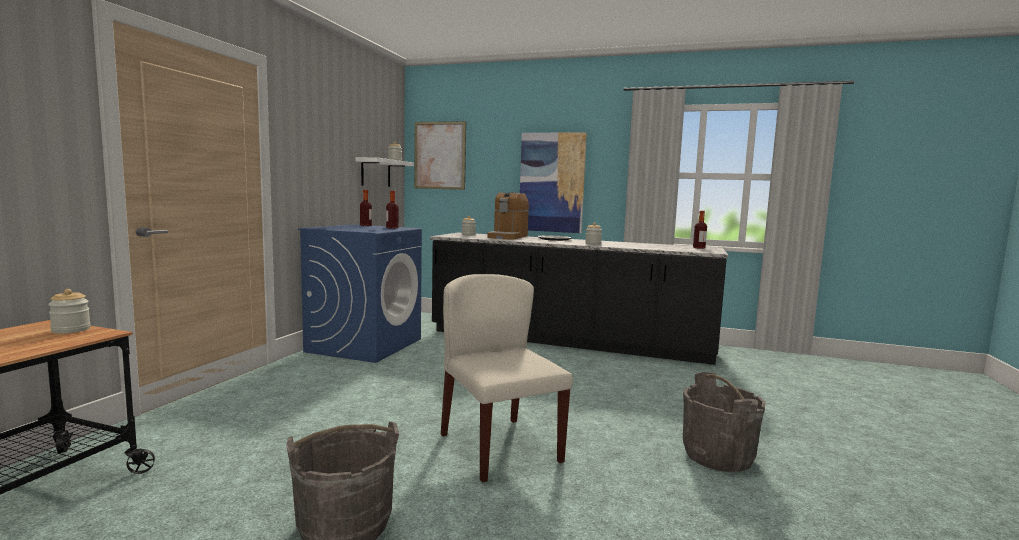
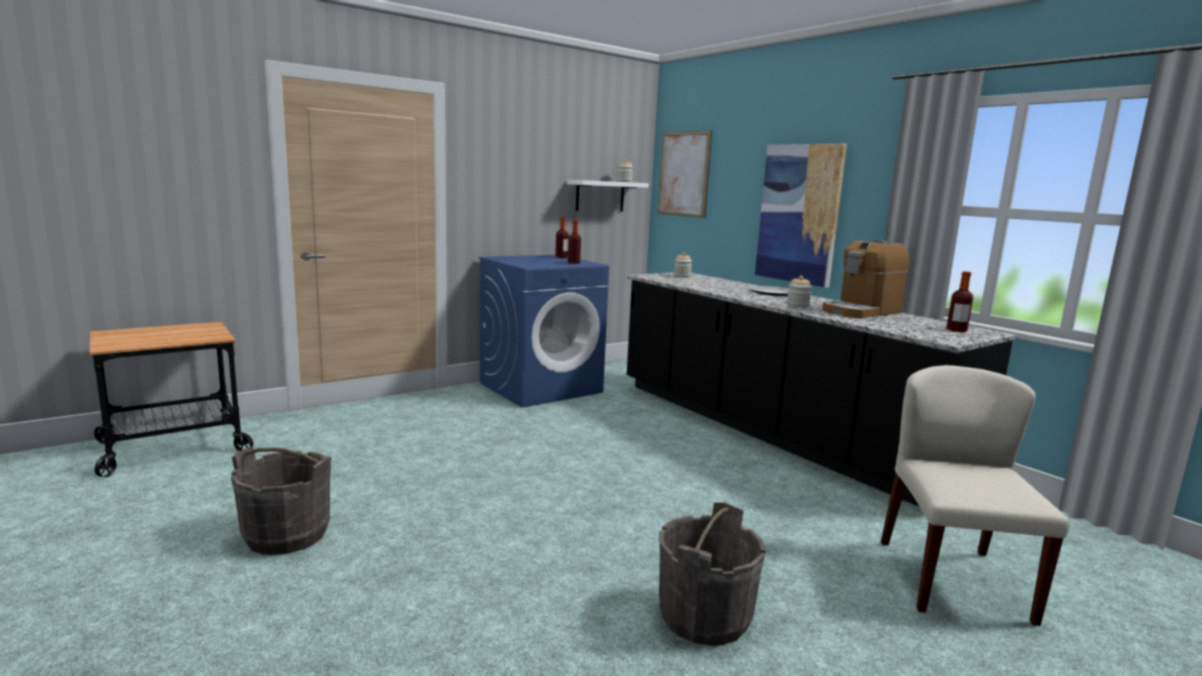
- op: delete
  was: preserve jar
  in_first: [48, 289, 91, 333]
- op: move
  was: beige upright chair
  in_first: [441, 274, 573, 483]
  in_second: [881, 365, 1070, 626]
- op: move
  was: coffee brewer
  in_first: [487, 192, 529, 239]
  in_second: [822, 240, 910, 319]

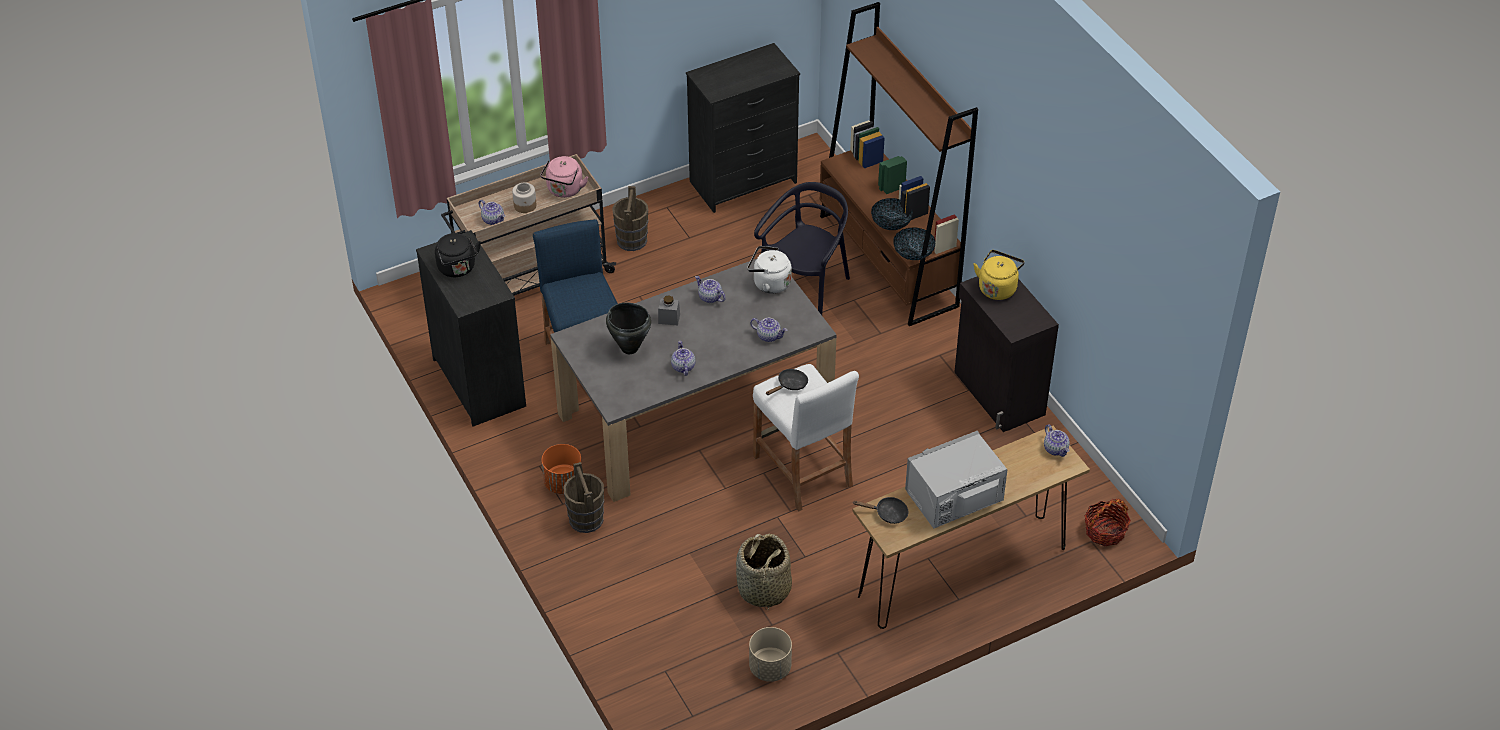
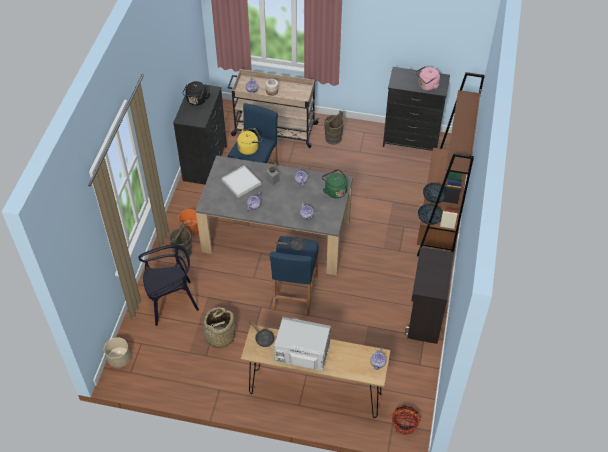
- op: move
  was: pink kettle
  in_first: [540, 156, 588, 198]
  in_second: [416, 66, 440, 91]
- op: move
  was: beige flower pot
  in_first: [749, 627, 792, 682]
  in_second: [104, 337, 131, 368]
- op: move
  was: blackish upright chair
  in_first: [754, 182, 850, 315]
  in_second: [138, 244, 199, 326]
- op: move
  was: yellow kettle
  in_first: [973, 250, 1025, 300]
  in_second: [237, 128, 261, 155]
- op: replace
  was: blackish stockpot
  now: white-coloured tray
  in_first: [606, 302, 651, 354]
  in_second: [222, 165, 261, 198]
- op: recolor
  was: white-coloured kettle
  now: greenish kettle
  in_first: [747, 246, 792, 294]
  in_second: [322, 169, 347, 198]
- op: recolor
  was: white-coloured stool seat
  now: bluish stool seat
  in_first: [753, 364, 859, 512]
  in_second: [270, 236, 319, 316]

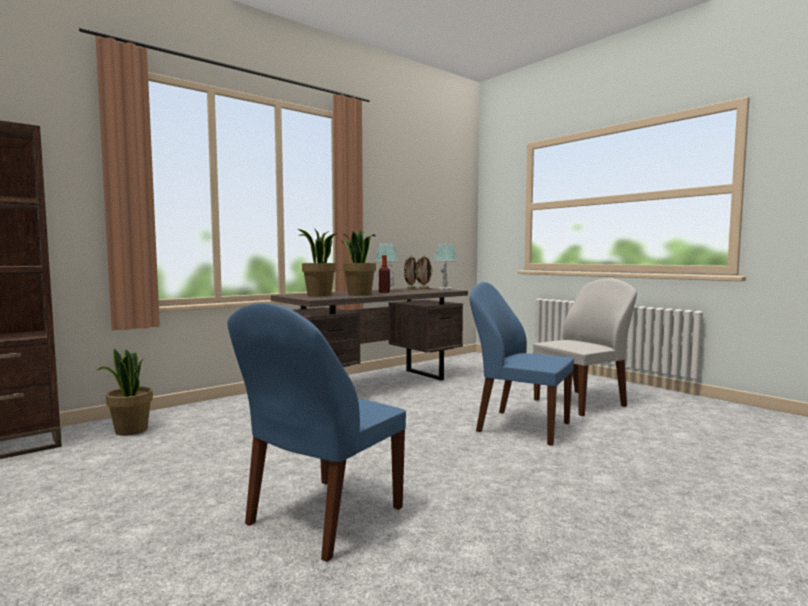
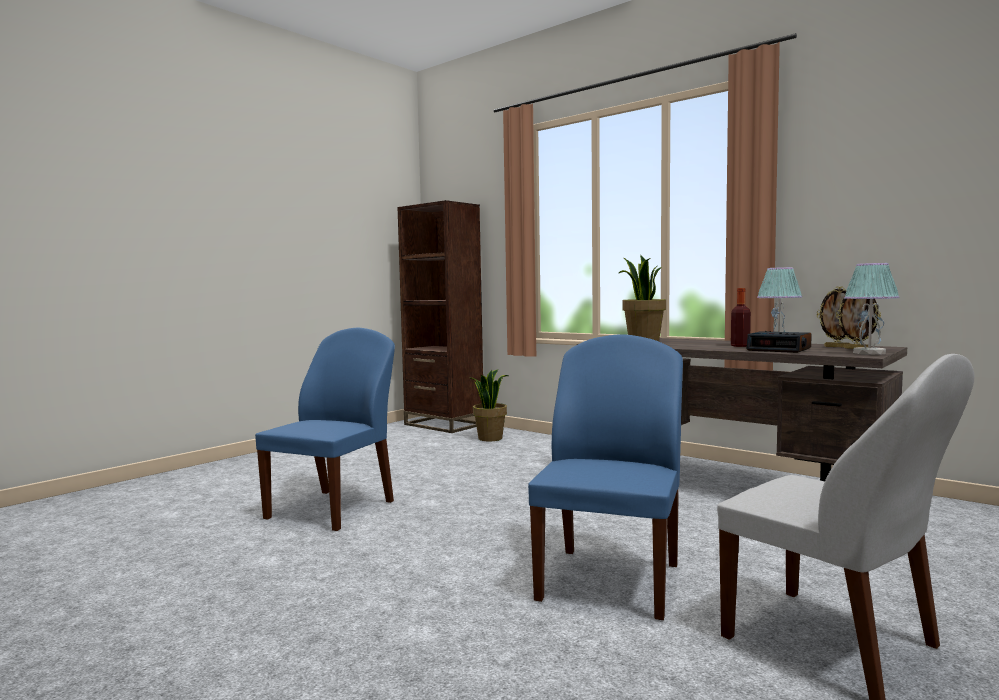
- op: delete
  was: plant in a pot
  in_first: [342, 229, 376, 296]
- op: insert
  now: bedside clock
  in_second: [746, 331, 812, 353]
- op: rotate
  was: bluish upright chair
  in_first: [227, 303, 406, 562]
  in_second: [255, 328, 395, 531]
  clockwise: 90

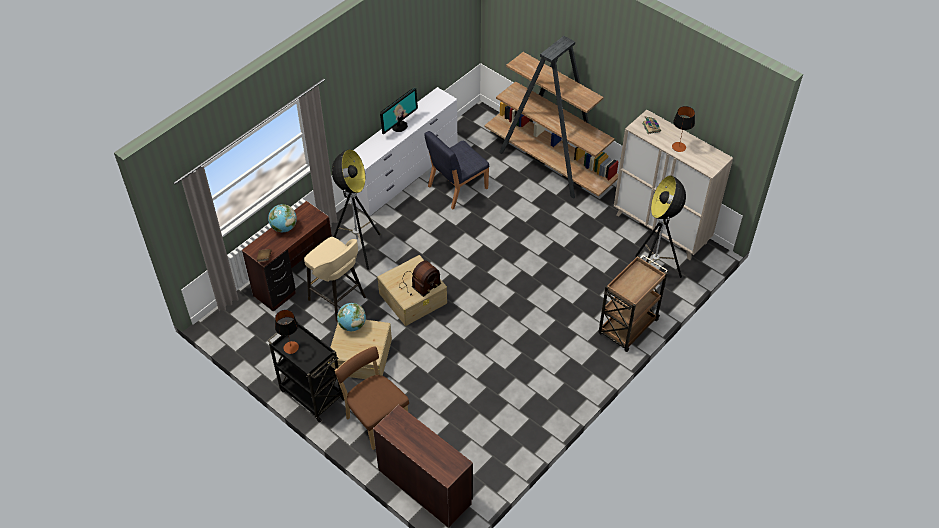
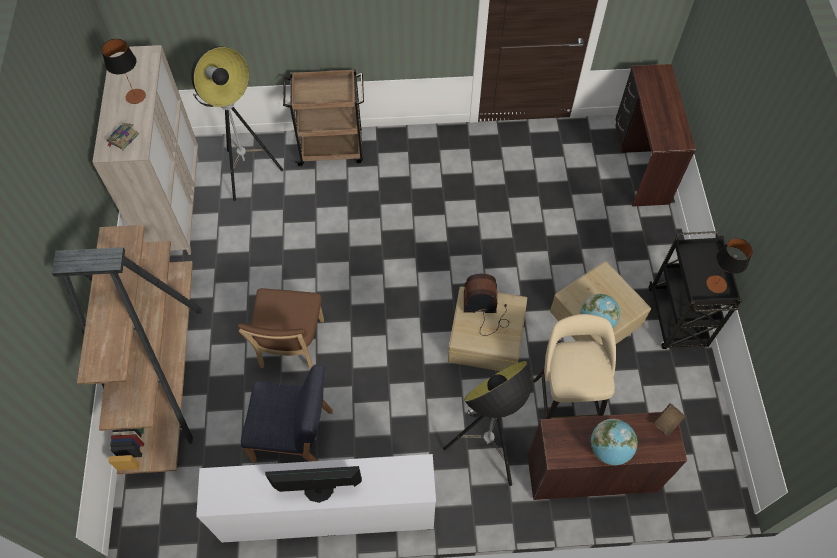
- op: move
  was: brown-coloured upright chair
  in_first: [335, 346, 409, 450]
  in_second: [238, 288, 324, 370]

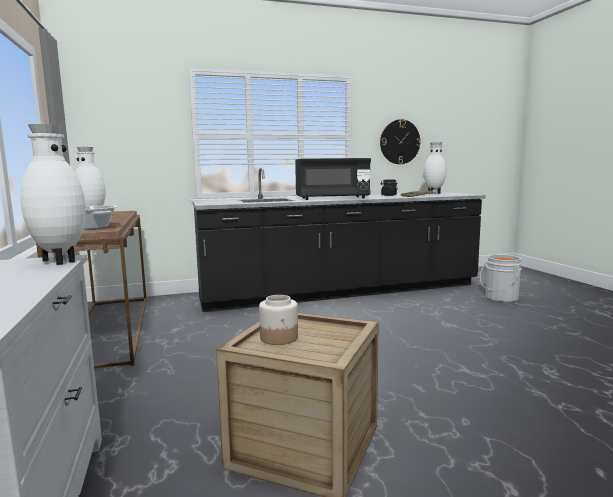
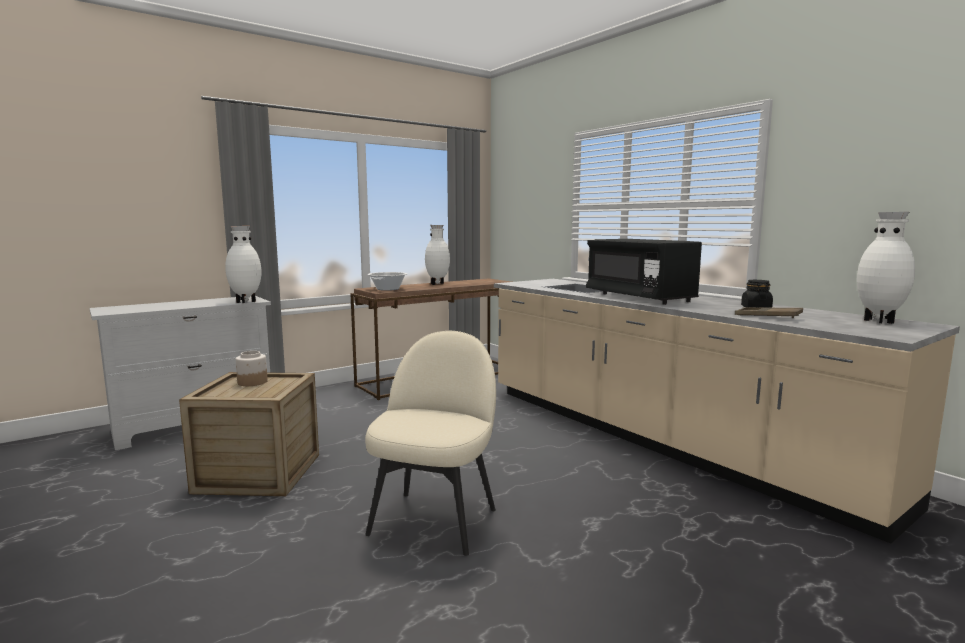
- op: delete
  was: hanging clock
  in_first: [380, 119, 421, 164]
- op: delete
  was: gray water bucket
  in_first: [480, 254, 522, 302]
- op: insert
  now: beige upright chair
  in_second: [365, 331, 496, 556]
- op: recolor
  was: blackish kitchen base unit
  now: beige kitchen base unit
  in_first: [192, 167, 486, 312]
  in_second: [494, 258, 960, 543]

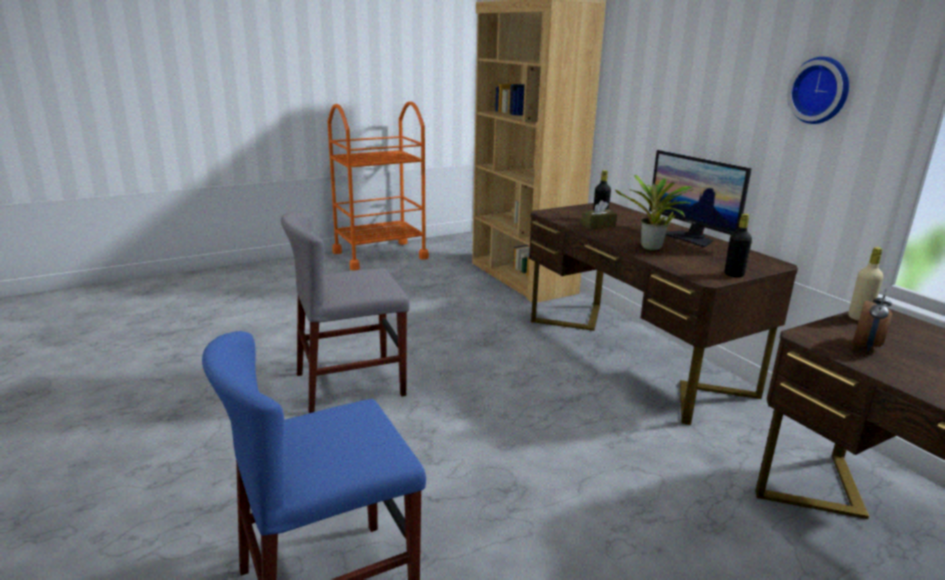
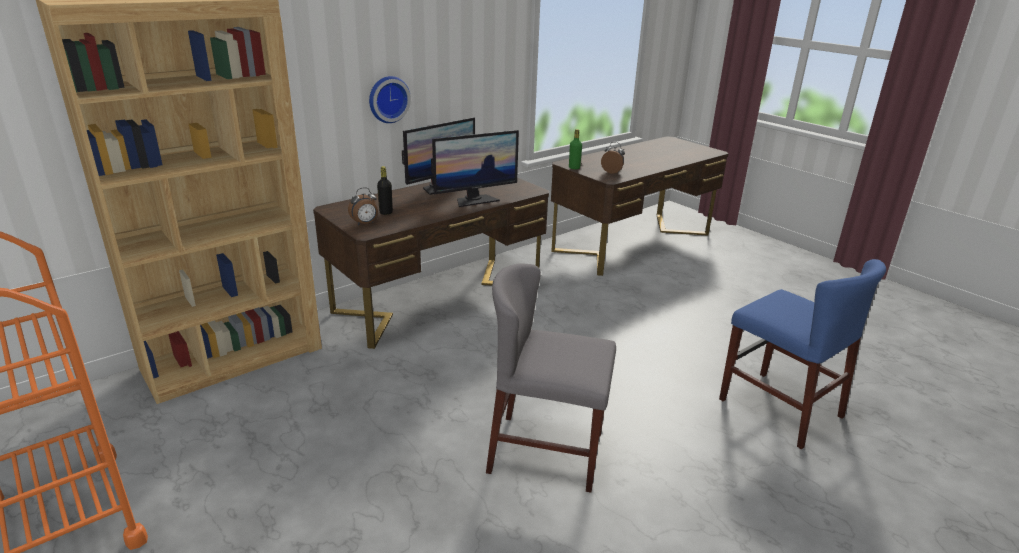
- op: delete
  was: brown-coloured tissue holder
  in_first: [581, 200, 617, 229]
- op: delete
  was: blackish drink bottle
  in_first: [725, 214, 752, 277]
- op: insert
  now: bedside clock
  in_second: [348, 187, 378, 225]
- op: move
  was: hanging clock
  in_first: [787, 57, 849, 124]
  in_second: [369, 76, 411, 123]
- op: replace
  was: plant in a pot
  now: monitor
  in_first: [615, 175, 693, 251]
  in_second: [431, 130, 519, 207]
- op: recolor
  was: beige drink bottle
  now: greenish drink bottle
  in_first: [848, 247, 883, 321]
  in_second: [569, 129, 582, 169]
- op: rotate
  was: gray upright chair
  in_first: [281, 211, 410, 413]
  in_second: [486, 263, 616, 493]
  clockwise: 135

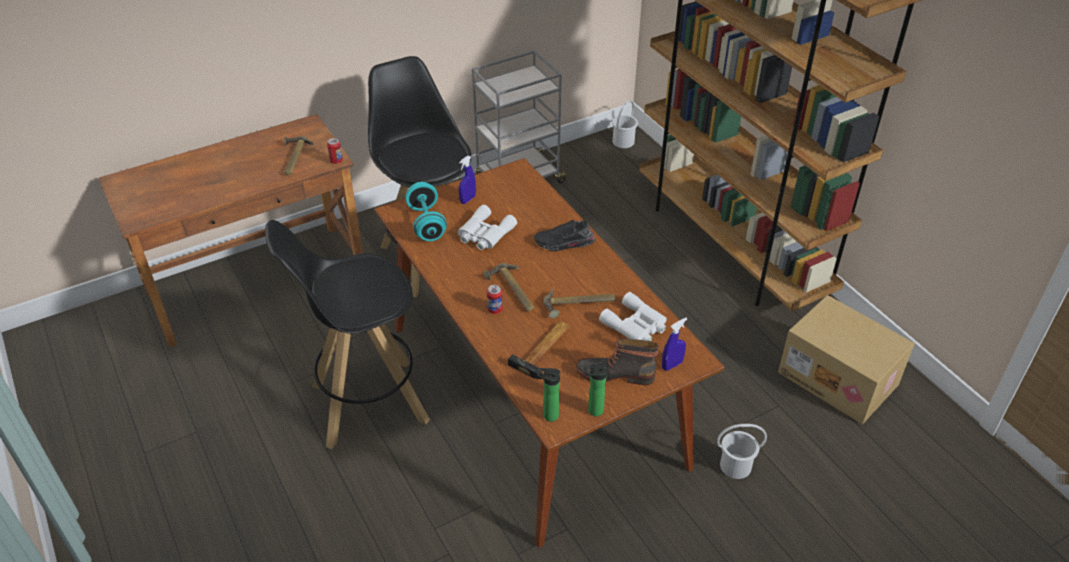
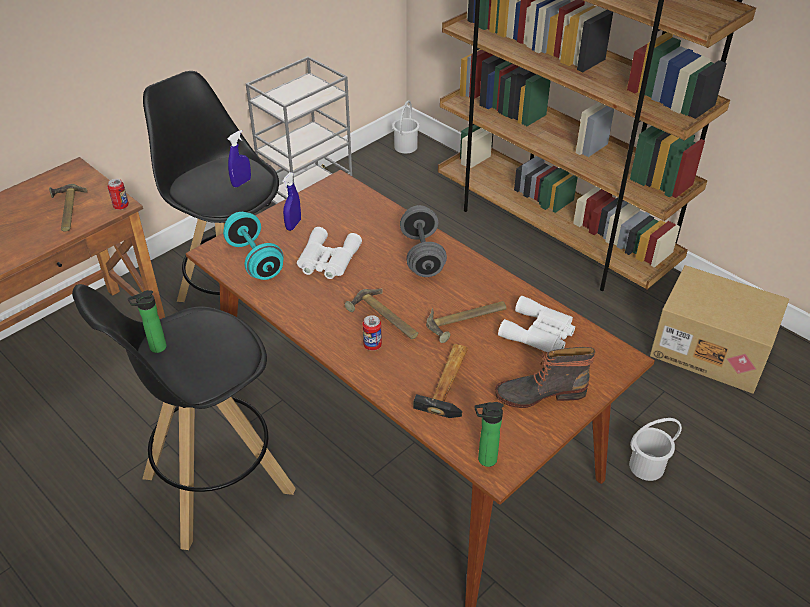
- op: move
  was: drink bottle
  in_first: [584, 363, 607, 416]
  in_second: [128, 290, 167, 353]
- op: move
  was: bluish sprayer
  in_first: [662, 318, 687, 371]
  in_second: [228, 130, 251, 187]
- op: replace
  was: blackish item of footwear
  now: gray hand weight
  in_first: [534, 220, 595, 251]
  in_second: [400, 205, 447, 277]

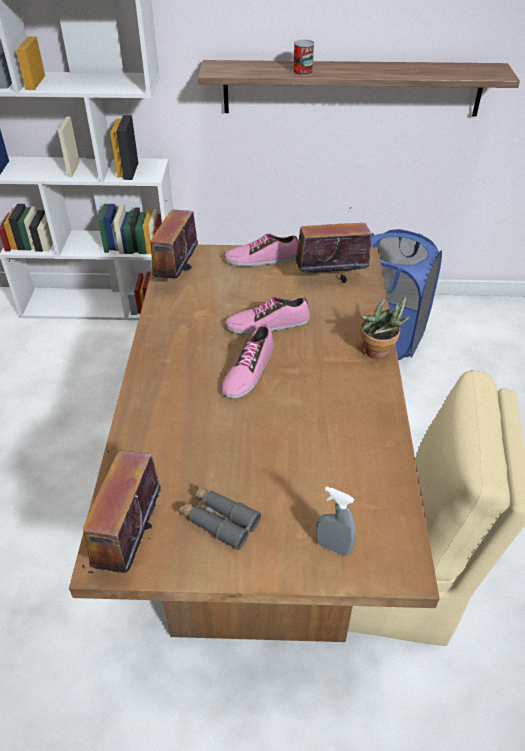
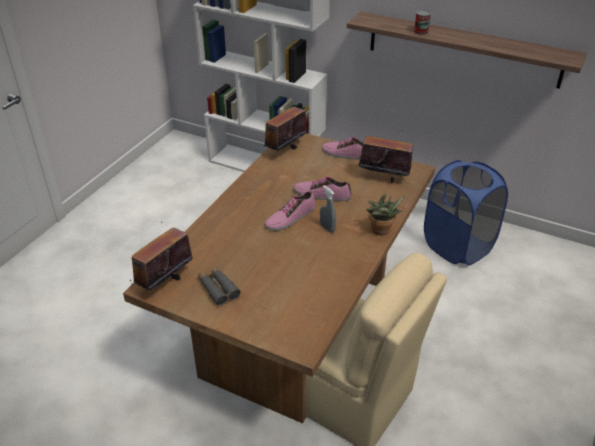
- op: move
  was: gray sprayer
  in_first: [316, 486, 356, 556]
  in_second: [320, 185, 336, 233]

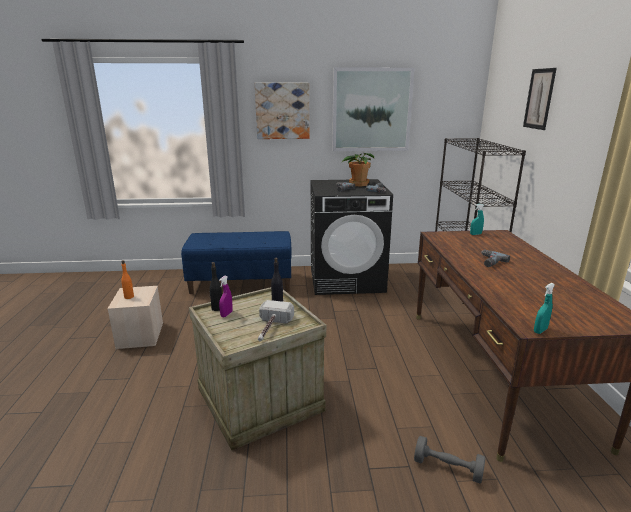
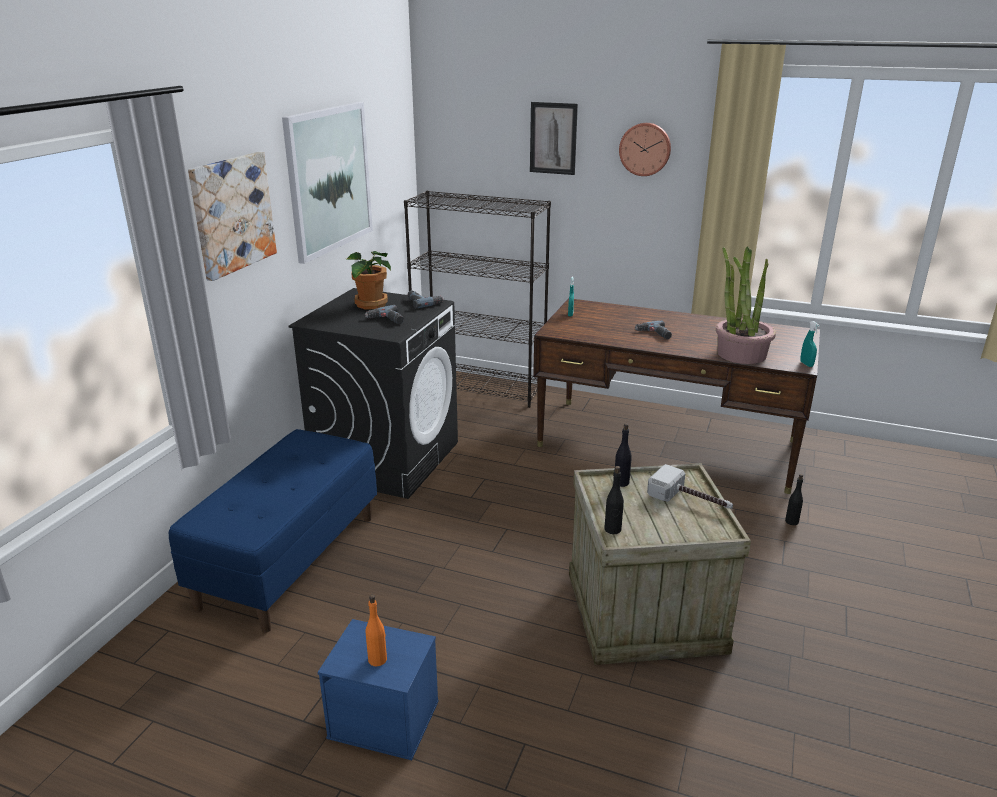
- op: delete
  was: purplish sprayer
  in_first: [219, 276, 233, 317]
- op: insert
  now: hanging clock
  in_second: [619, 123, 671, 176]
- op: insert
  now: plant in a pot
  in_second: [716, 246, 776, 364]
- op: replace
  was: gray hand weight
  now: blackish drink bottle
  in_first: [414, 436, 486, 483]
  in_second: [785, 474, 803, 525]
- op: recolor
  was: beige storage bin
  now: bluish storage bin
  in_first: [107, 286, 163, 349]
  in_second: [318, 619, 439, 760]

